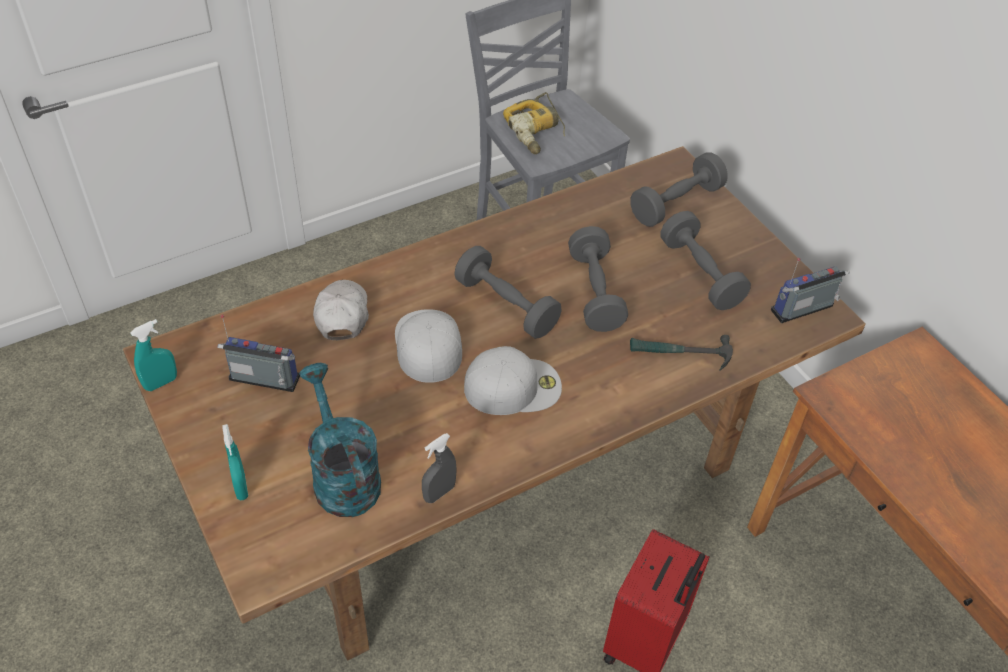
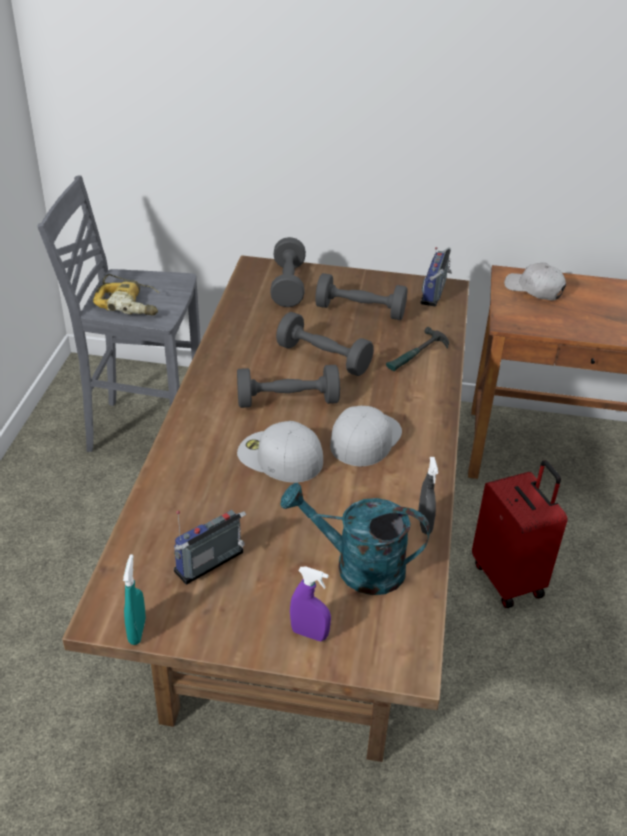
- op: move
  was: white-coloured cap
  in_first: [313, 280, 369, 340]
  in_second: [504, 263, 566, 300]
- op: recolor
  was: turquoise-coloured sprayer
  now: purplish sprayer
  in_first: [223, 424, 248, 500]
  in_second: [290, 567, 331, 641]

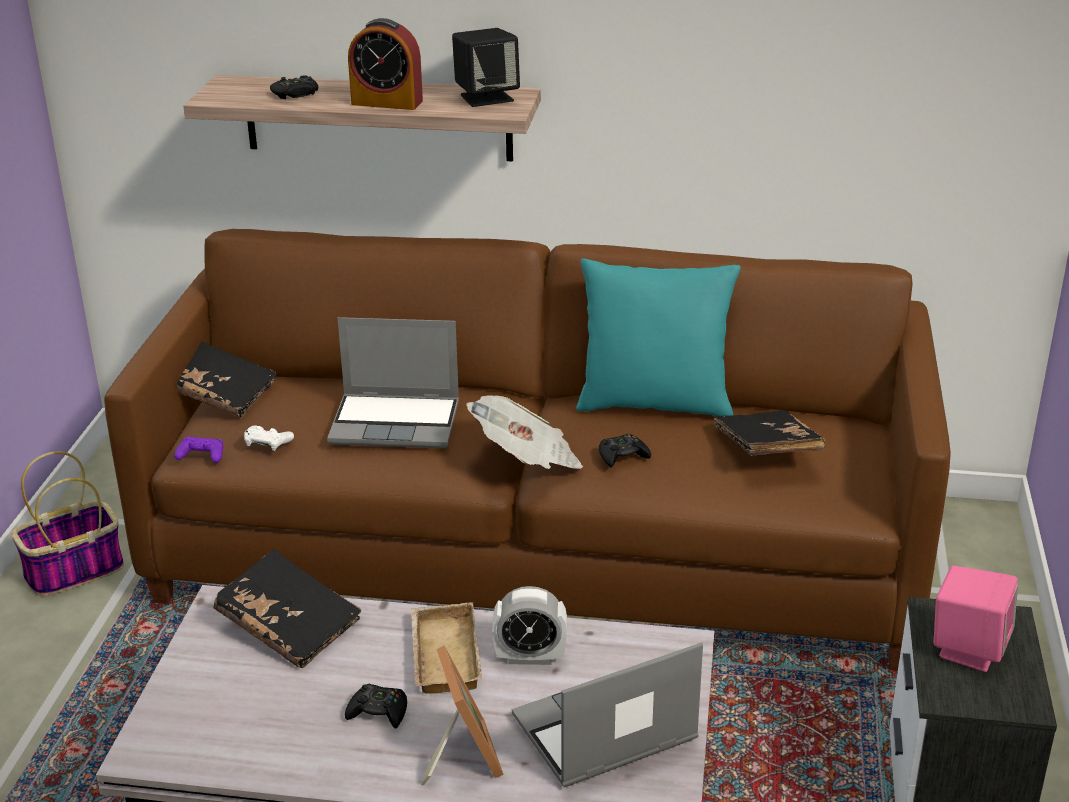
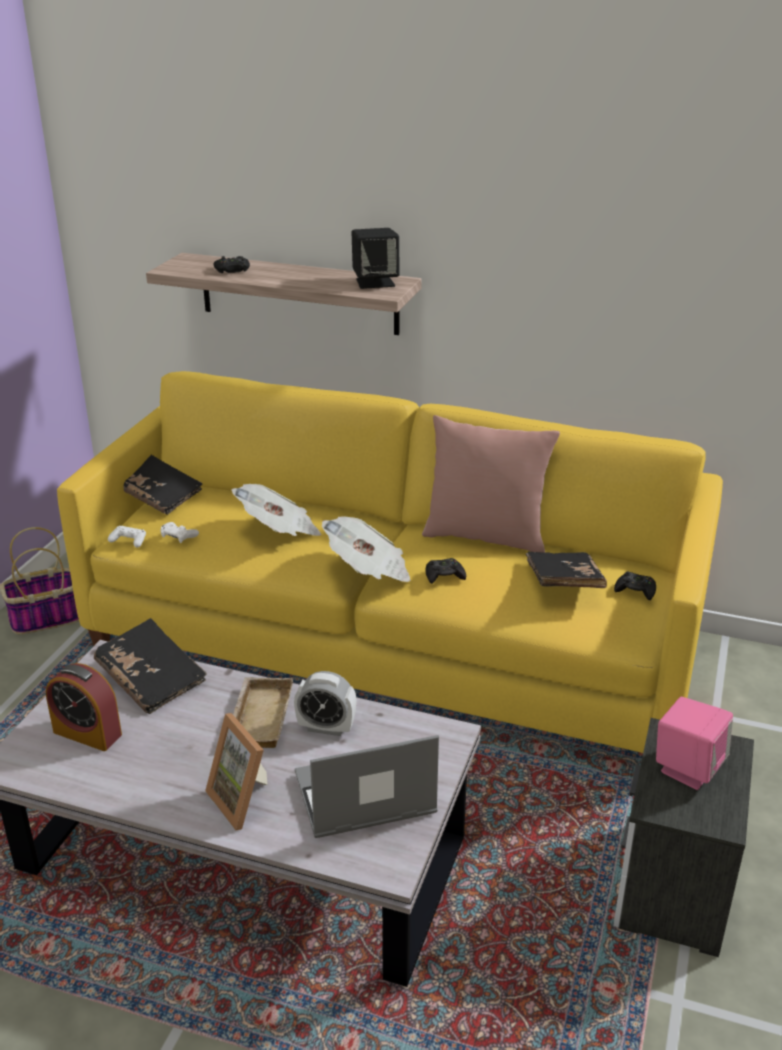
- op: move
  was: blackish joypad
  in_first: [345, 684, 407, 729]
  in_second: [614, 571, 656, 601]
- op: move
  was: bedside clock
  in_first: [348, 18, 423, 110]
  in_second: [46, 663, 122, 751]
- op: replace
  was: laptop
  now: newspaper
  in_first: [327, 317, 459, 448]
  in_second: [232, 484, 322, 536]
- op: recolor
  was: brown-coloured couch
  now: yellow couch
  in_first: [104, 229, 951, 670]
  in_second: [57, 371, 723, 753]
- op: recolor
  was: purplish joypad
  now: white-coloured joypad
  in_first: [174, 437, 223, 463]
  in_second: [108, 526, 146, 548]
- op: recolor
  was: turquoise-coloured throw pillow
  now: pink throw pillow
  in_first: [576, 258, 741, 416]
  in_second: [422, 415, 560, 552]
- op: rotate
  was: photo frame
  in_first: [421, 645, 504, 785]
  in_second: [205, 713, 267, 830]
  clockwise: 150

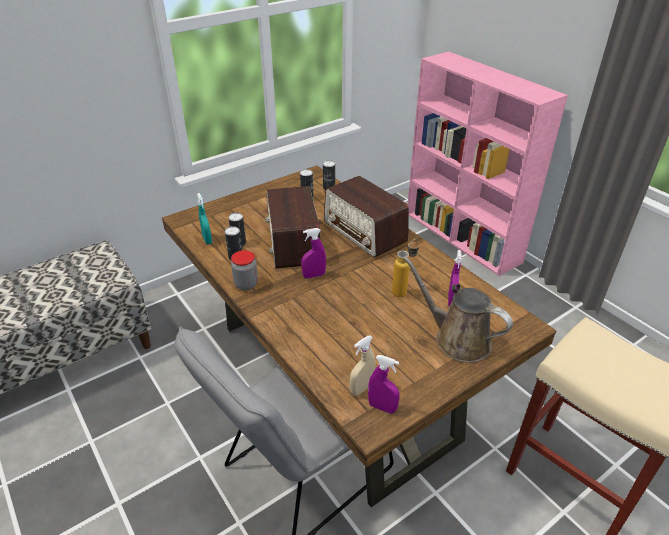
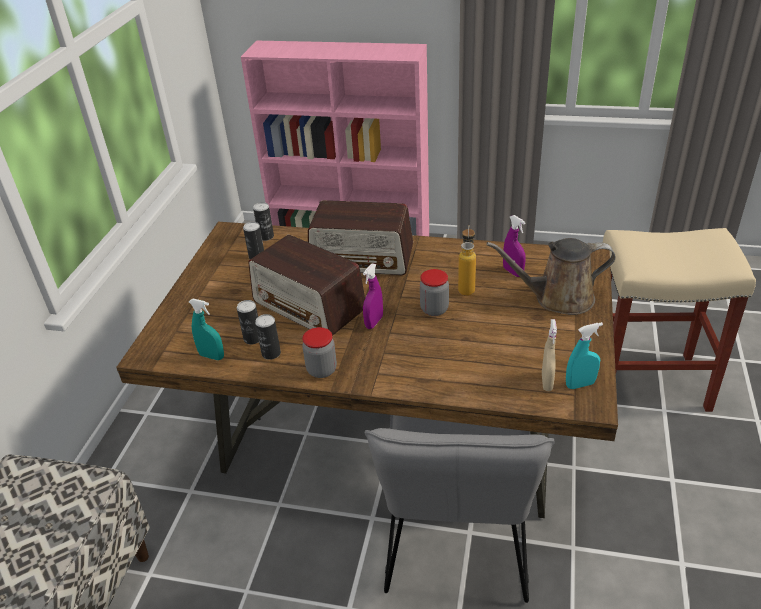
- op: insert
  now: preserve jar
  in_second: [420, 269, 449, 316]
- op: recolor
  was: purplish sprayer
  now: turquoise-coloured sprayer
  in_first: [368, 355, 400, 414]
  in_second: [566, 322, 603, 389]

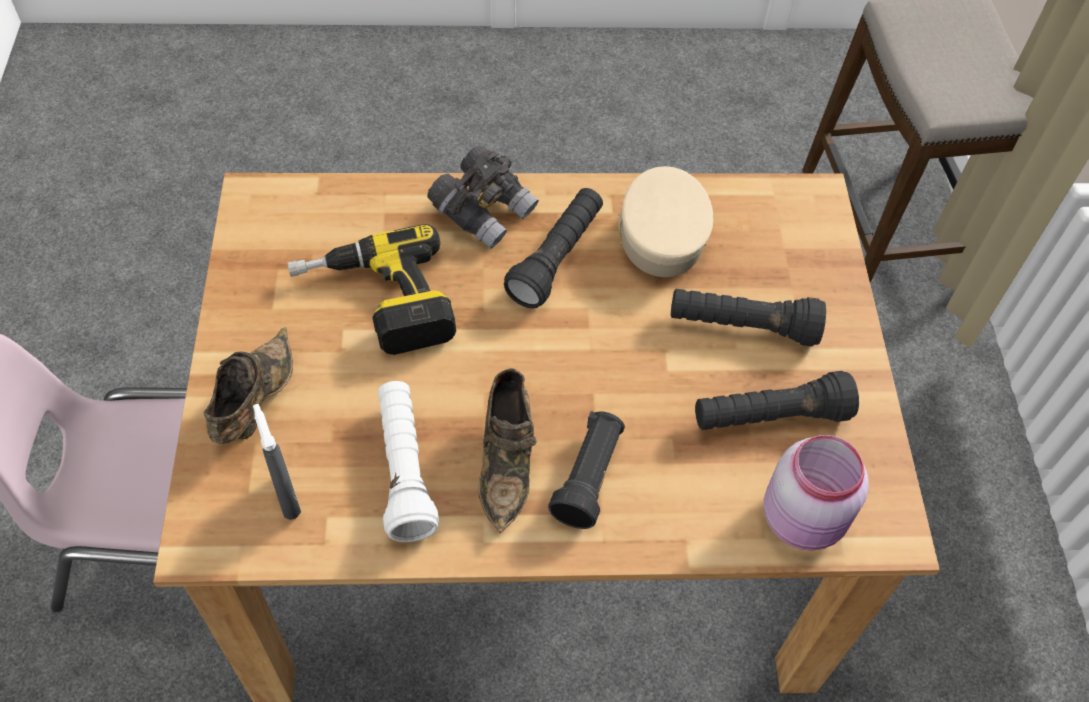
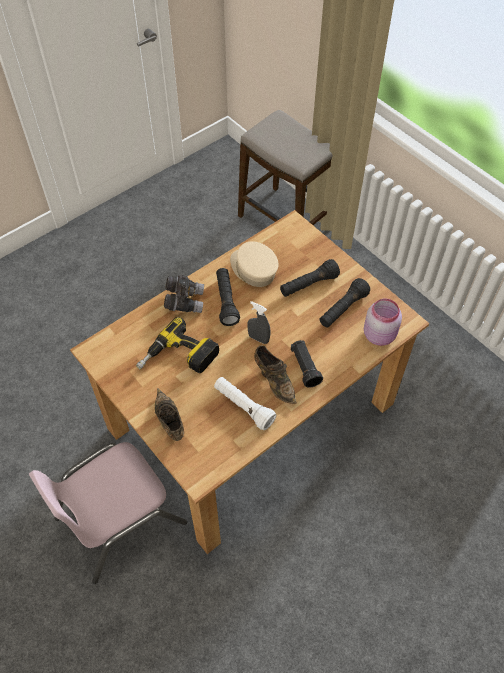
- op: move
  was: gray sprayer
  in_first: [253, 404, 301, 520]
  in_second: [247, 301, 270, 344]

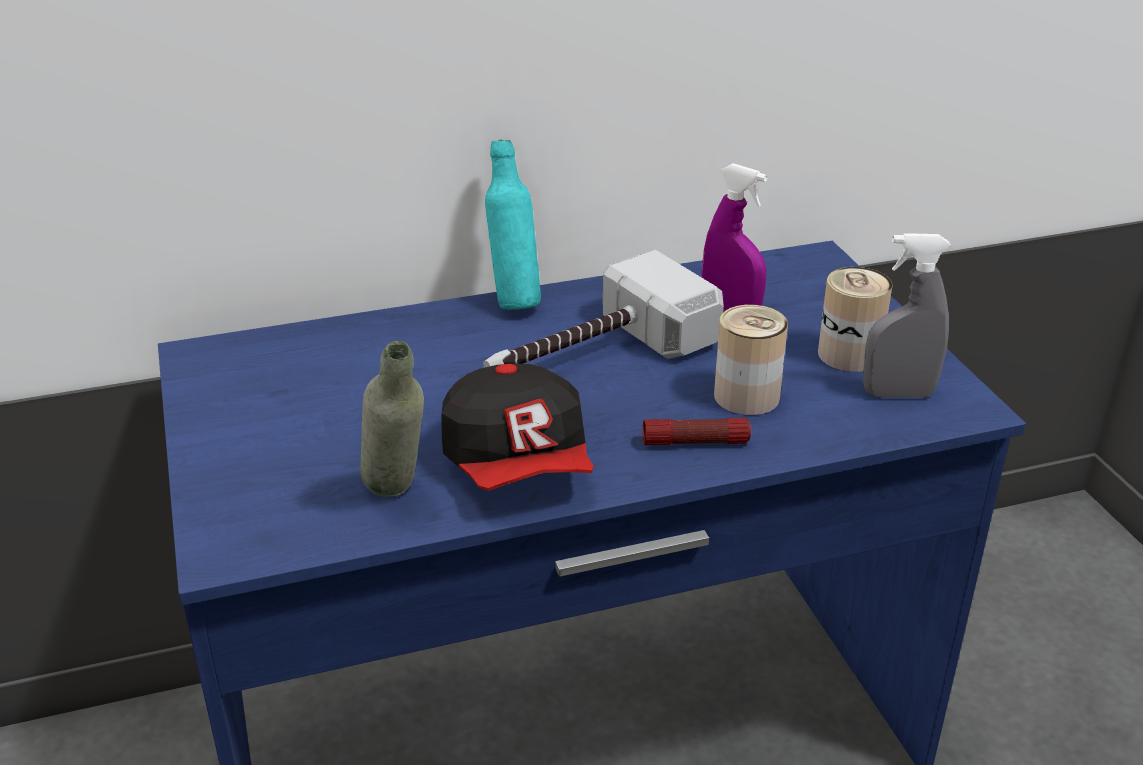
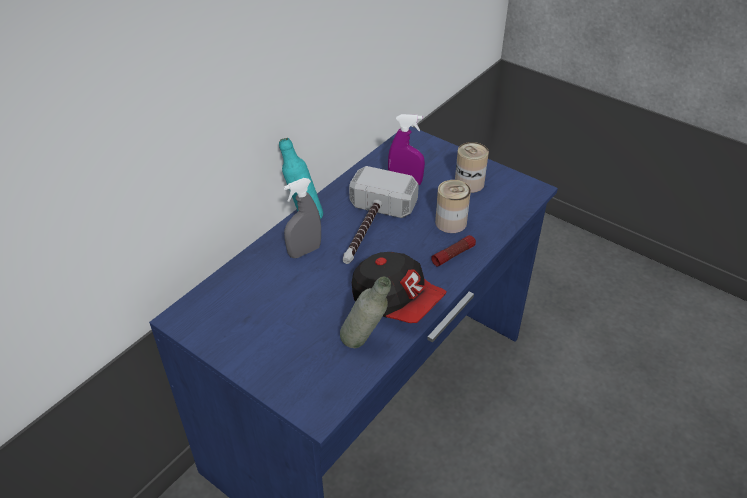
- op: move
  was: gray sprayer
  in_first: [863, 233, 951, 398]
  in_second: [284, 178, 321, 258]

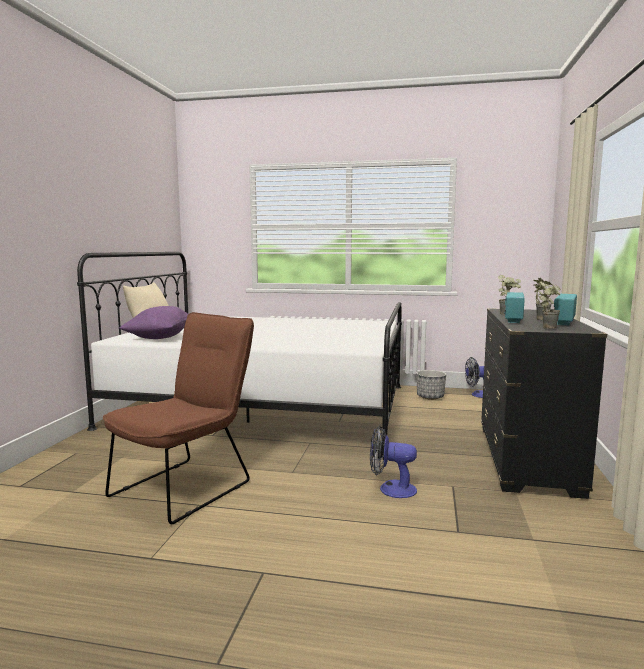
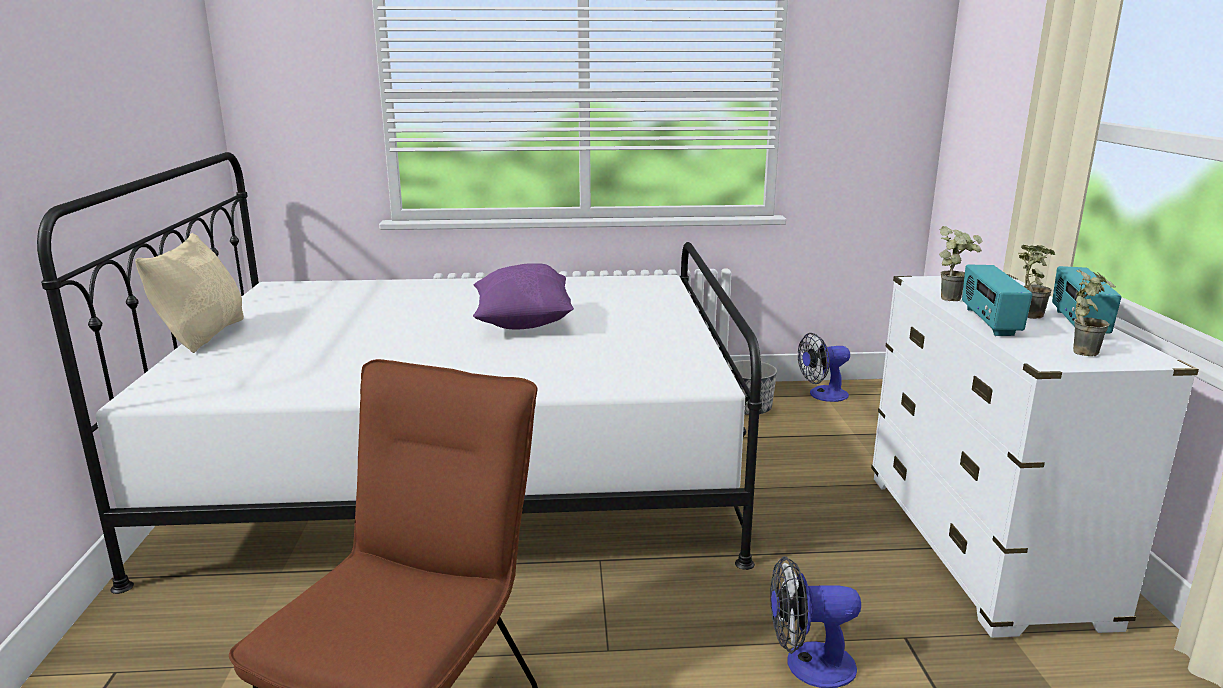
- op: move
  was: purplish throw pillow
  in_first: [119, 306, 188, 339]
  in_second: [473, 263, 574, 329]
- op: recolor
  was: blackish chest of drawers
  now: white-coloured chest of drawers
  in_first: [481, 308, 607, 499]
  in_second: [871, 274, 1199, 638]

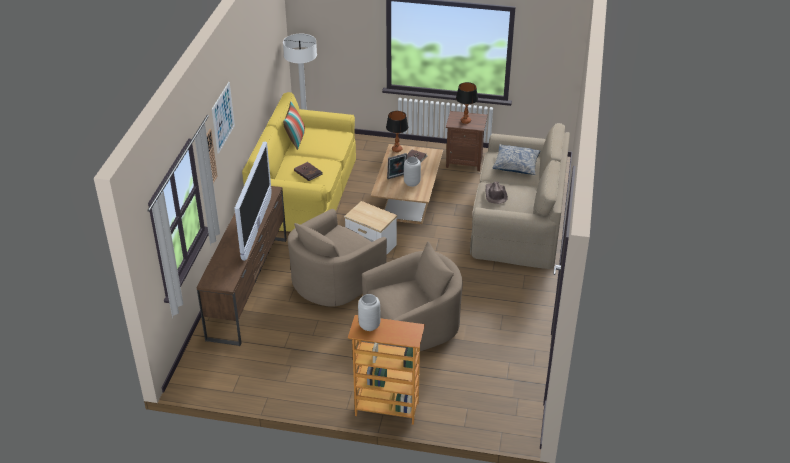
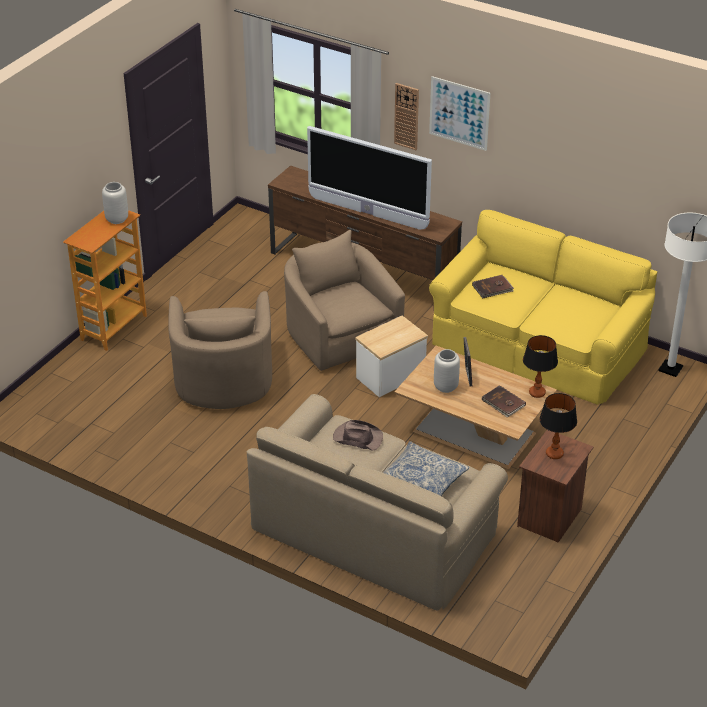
- op: delete
  was: throw pillow
  in_first: [283, 102, 305, 150]

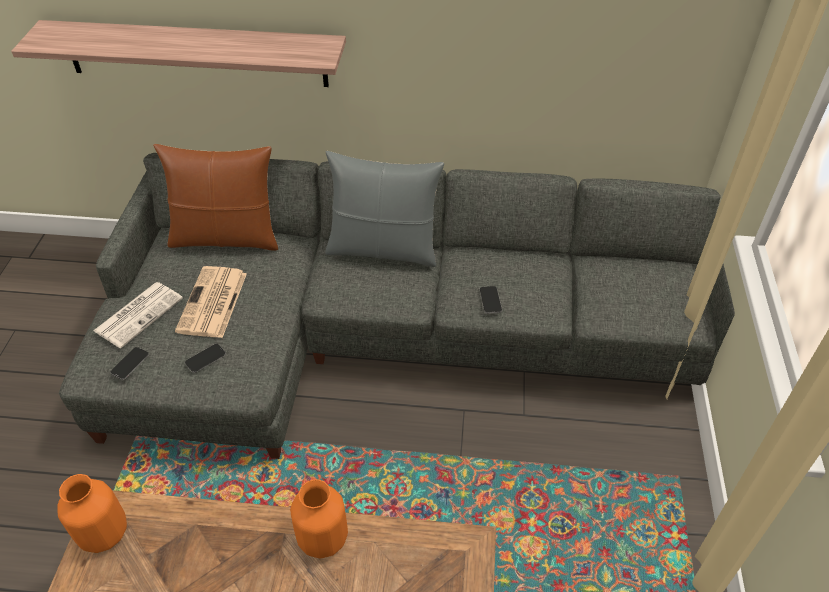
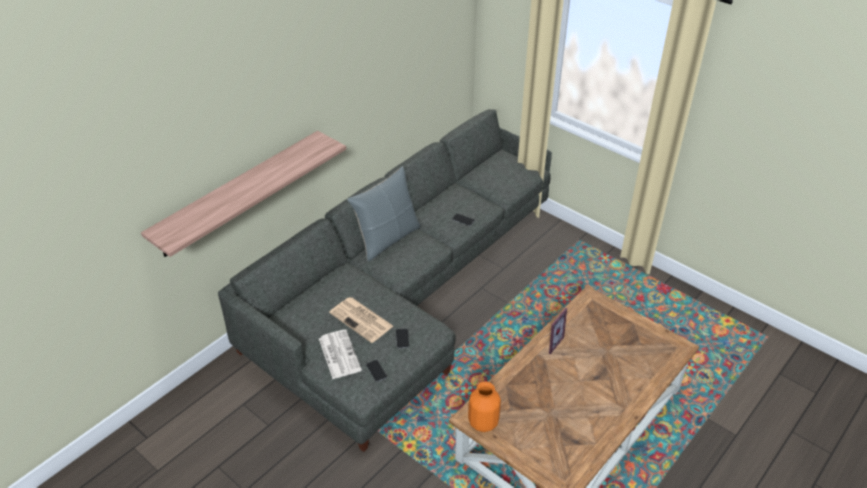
- op: delete
  was: brown-coloured throw pillow
  in_first: [153, 144, 278, 251]
- op: replace
  was: orangey decorative vase
  now: photo frame
  in_first: [290, 479, 348, 559]
  in_second: [543, 308, 567, 354]

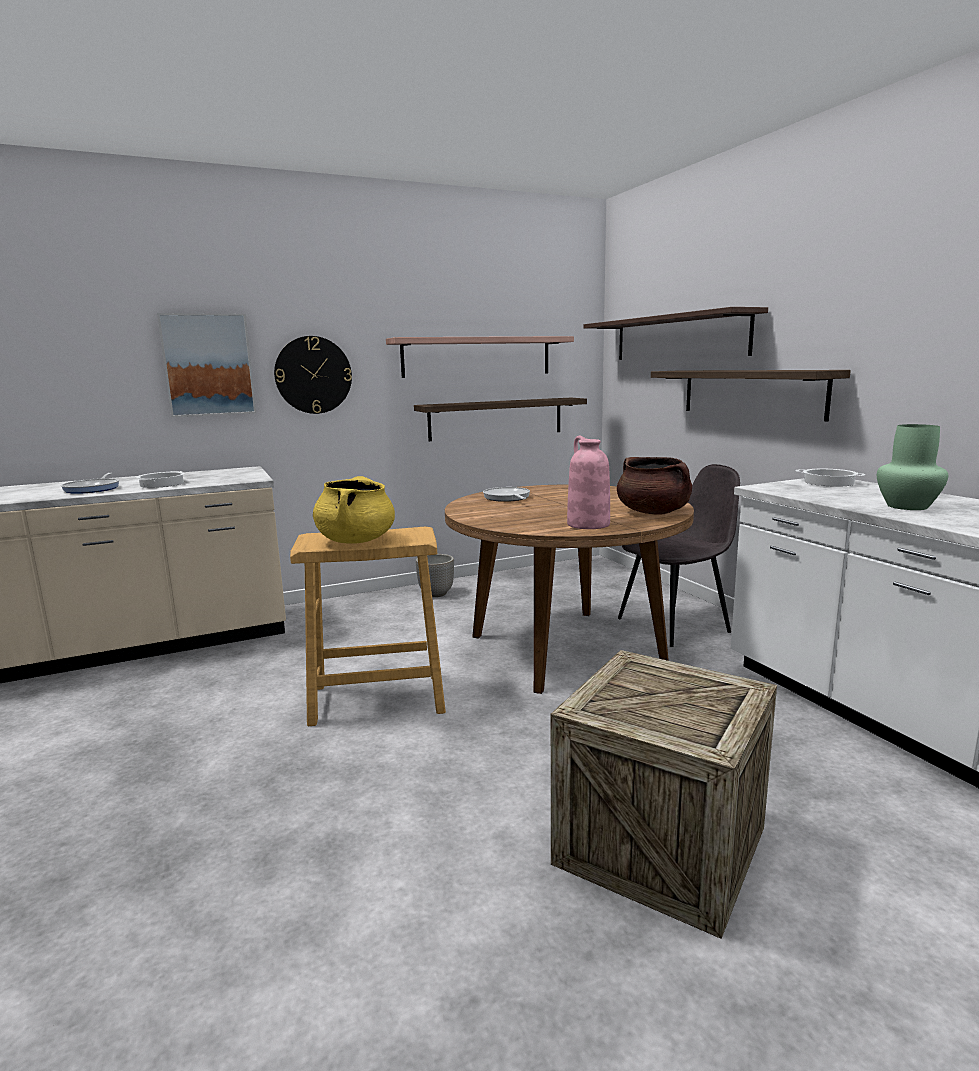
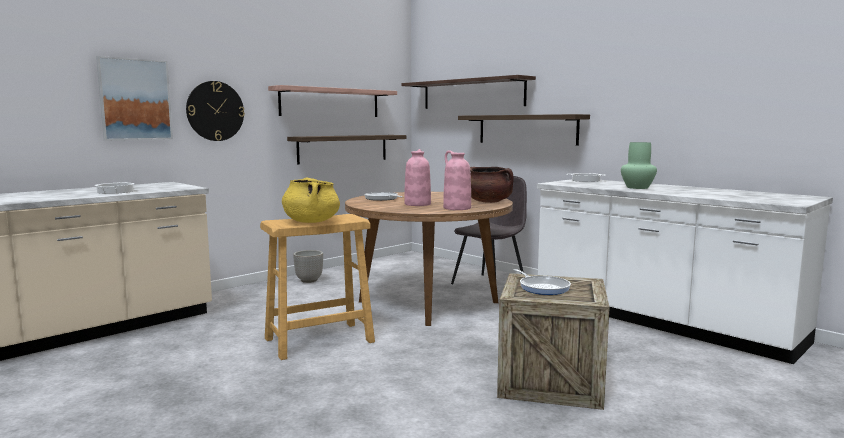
- op: insert
  now: pink decorative vase
  in_second: [404, 149, 431, 206]
- op: move
  was: pan
  in_first: [61, 473, 119, 494]
  in_second: [514, 269, 571, 295]

